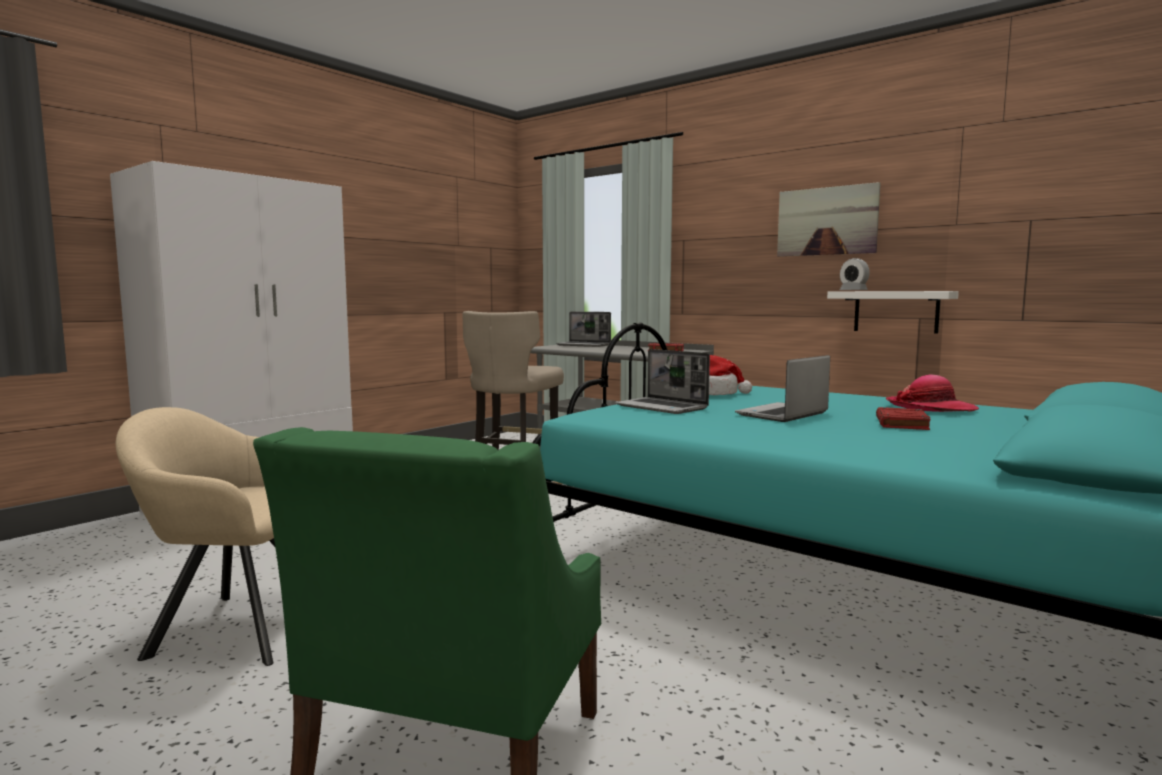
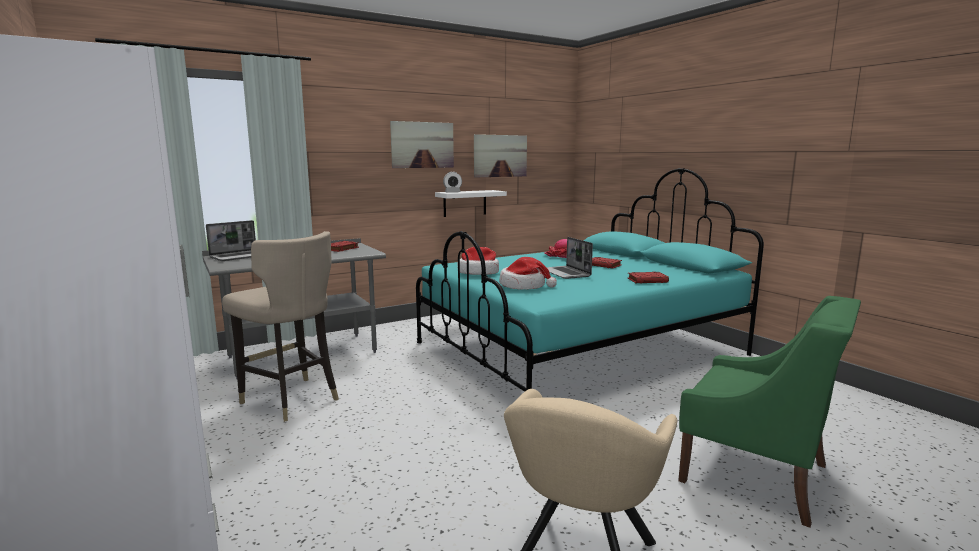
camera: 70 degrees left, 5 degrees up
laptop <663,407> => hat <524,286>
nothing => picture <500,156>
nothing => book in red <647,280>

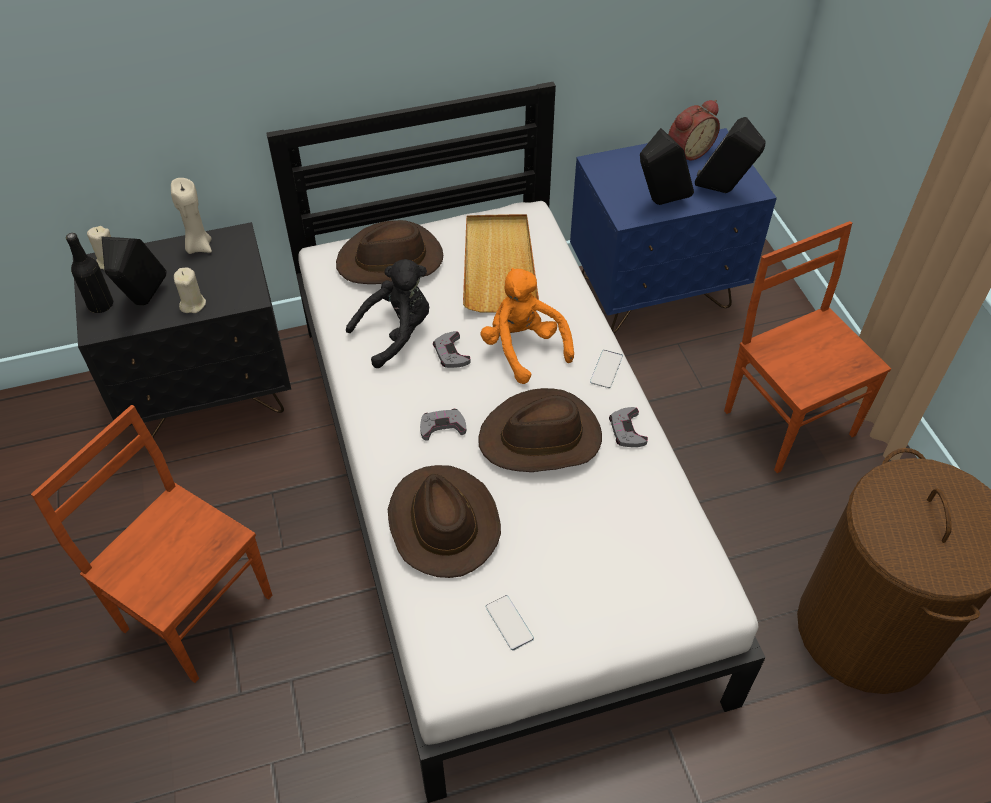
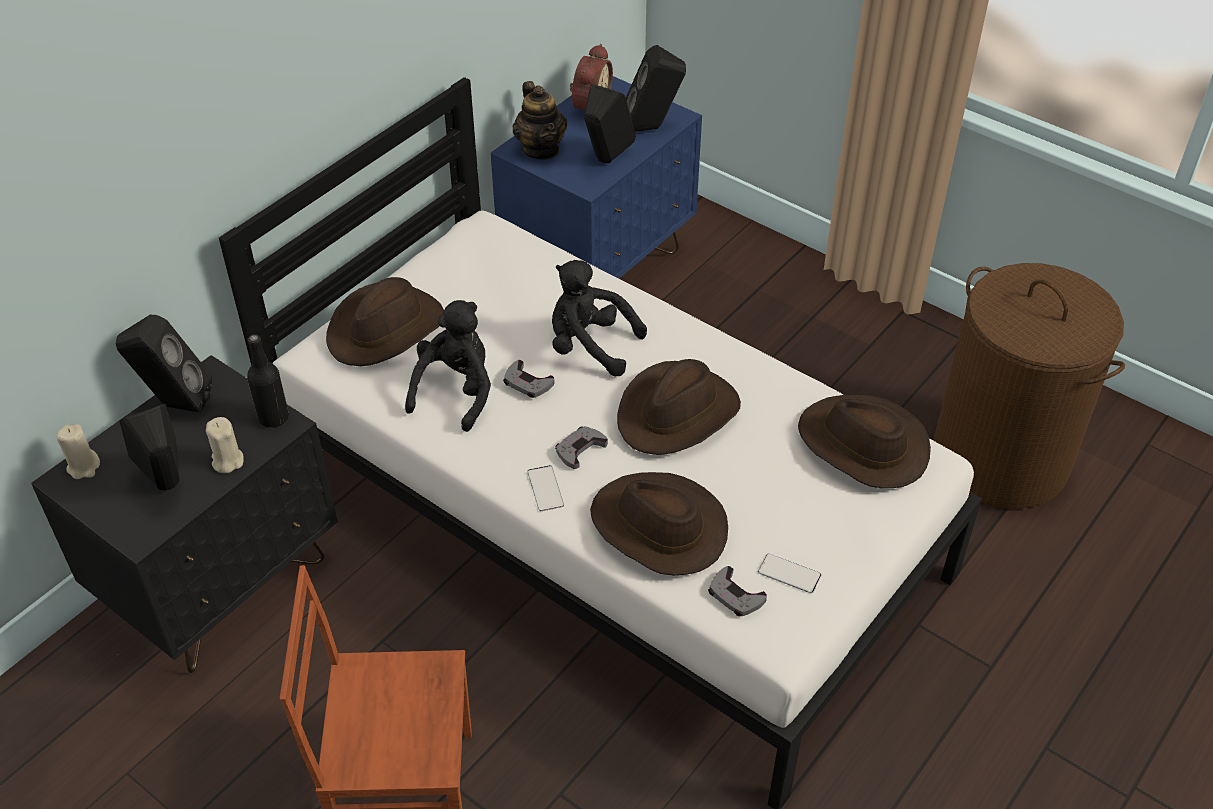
camera: 35 degrees left, 5 degrees down
candle in beige <198,246> => speaker in black <175,404>
tray in beige <498,265> => nothing
chair in brown <789,420> => nothing
bottle in black <101,305> => bottle in black <273,418>, moved
plush toy in orange <523,348> => plush toy in black <589,346>
phone <606,369> => phone <545,488>, moved
game controller in grey <627,430> => game controller in grey <735,596>, moved
nothing => teapot <541,149>
nothing => hat in brown <862,446>

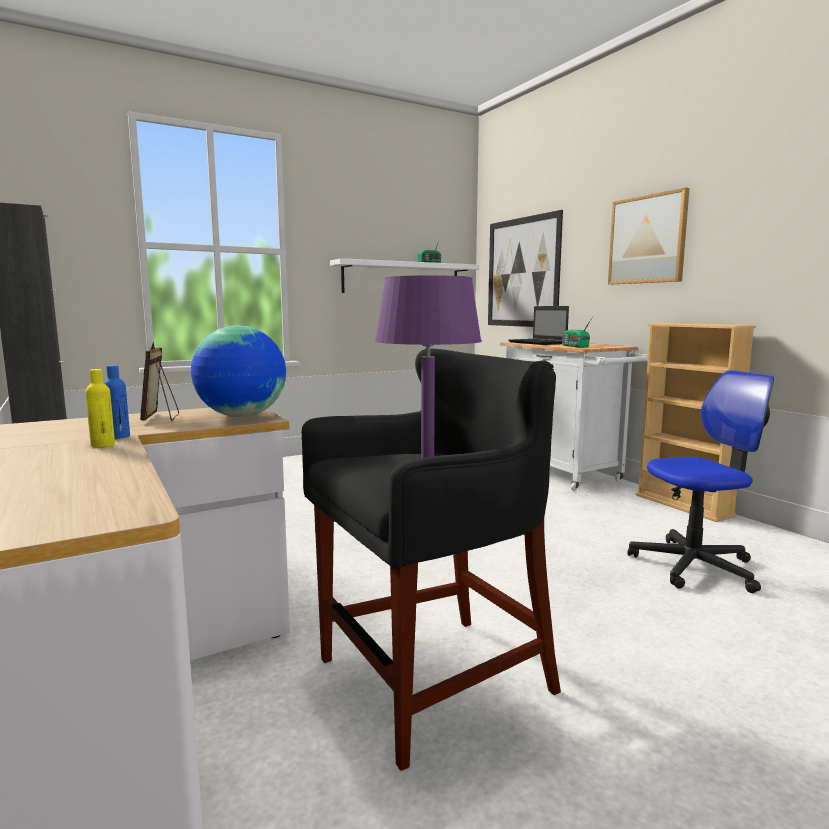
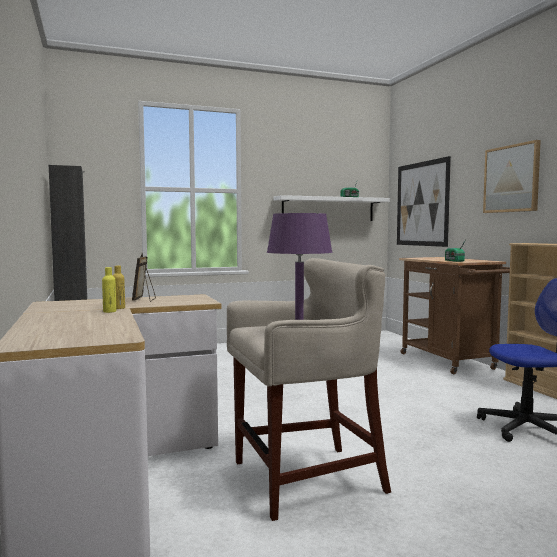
camera: 10 degrees right, 5 degrees down
laptop <538,343> => nothing
globe <242,416> => nothing
cart in white <565,474> => cart in brown <451,362>
stool in black <433,680> => stool in beige <306,479>
bottle in blue <118,436> => bottle in yellow <118,308>

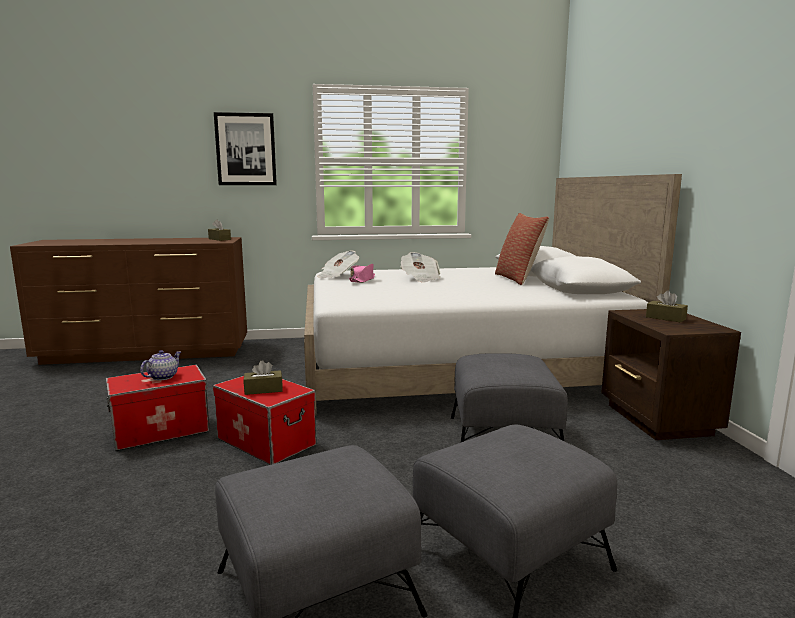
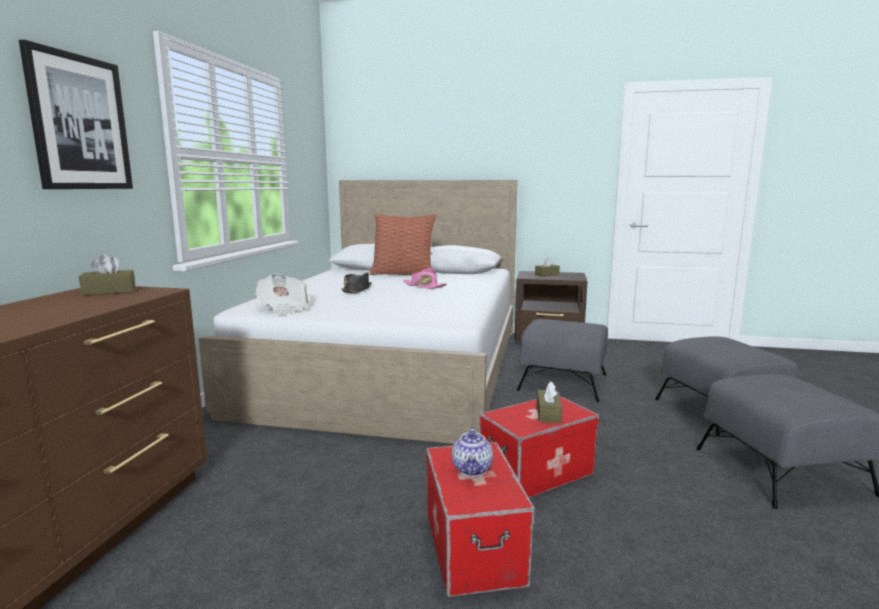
camera: 70 degrees left, 0 degrees up
newspaper <420,279> => hat in black <357,290>
hat in pink <362,280> => hat in pink <424,286>, moved
teapot <163,377> => teapot <472,469>, 135 degrees counterclockwise

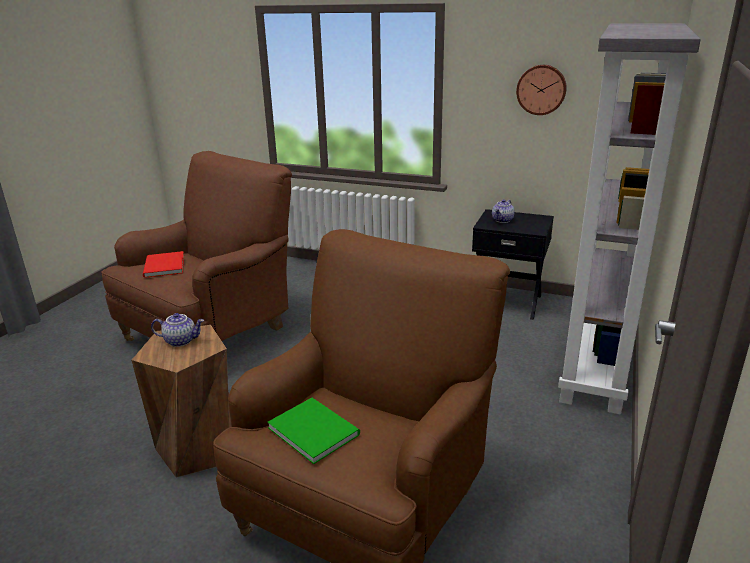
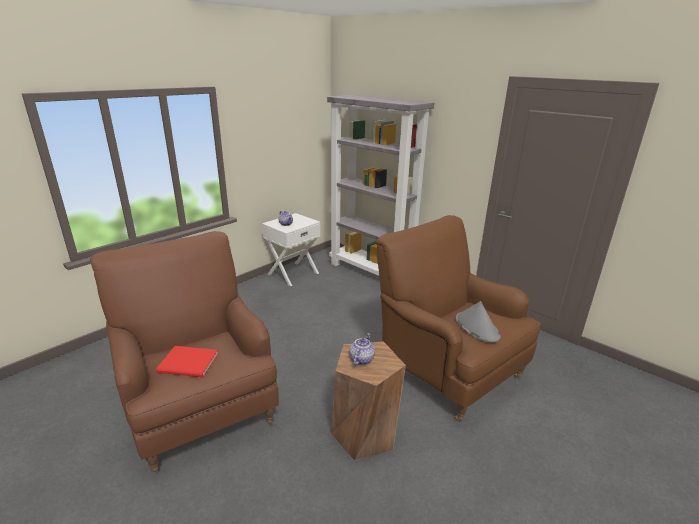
camera: 70 degrees left, 0 degrees up
wall clock <541,89> => nothing
nightstand in black <507,302> => nightstand in white <292,273>
book in green <313,429> => hat in grey <476,327>

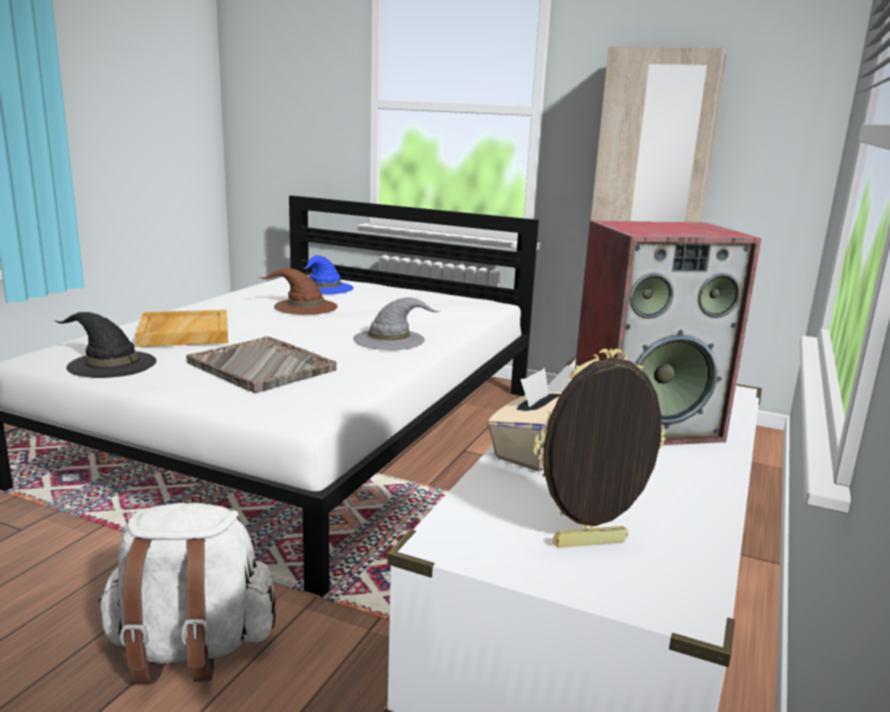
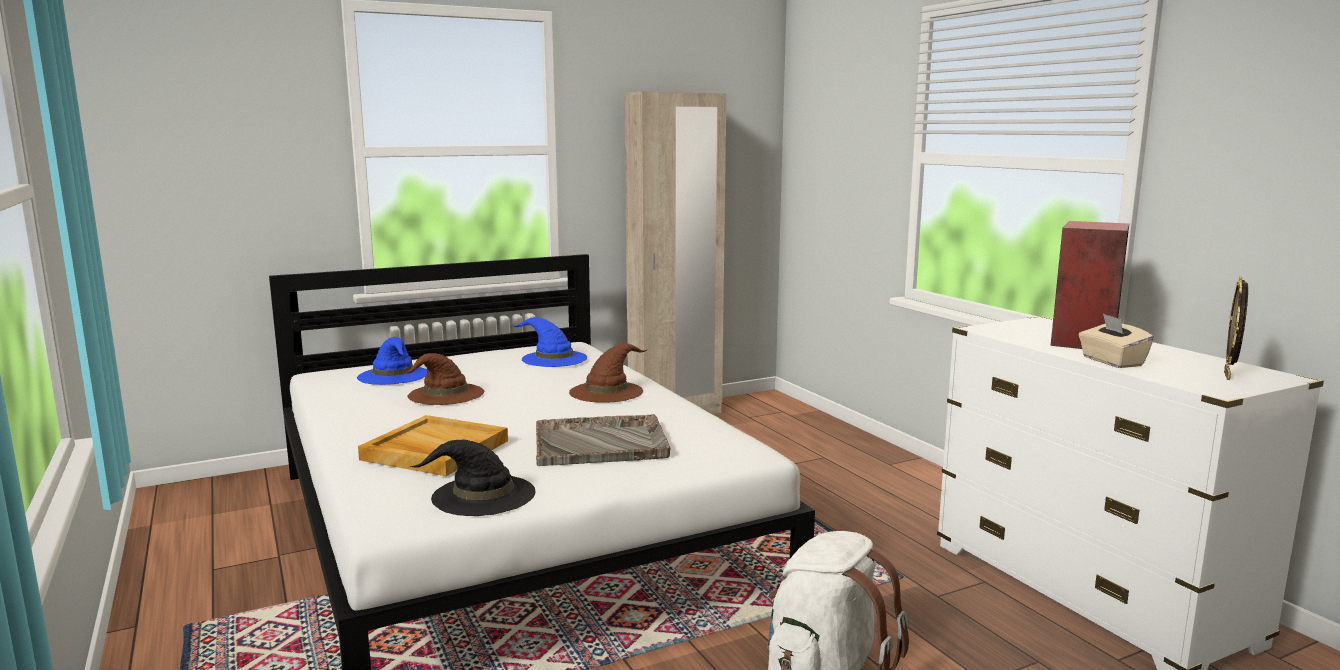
camera: 50 degrees left, 5 degrees down
hat in grey <390,339> => hat in brown <607,391>
nothing => hat in blue <553,358>

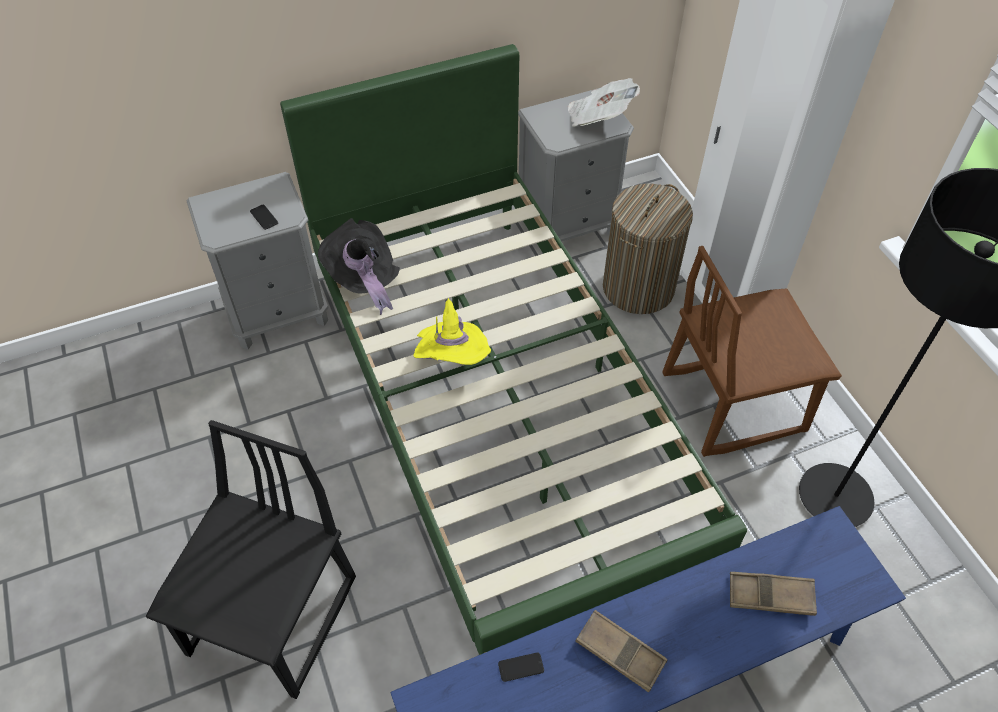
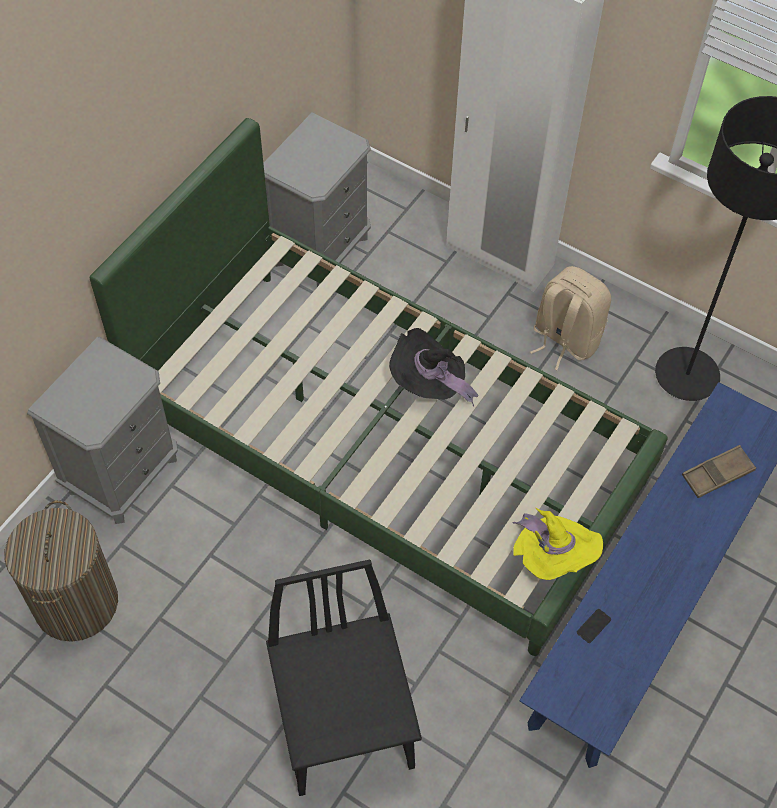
camera: 35 degrees left, 5 degrees up
newspaper <599,117> => nothing
laundry basket <638,287> => laundry basket <76,602>, moved
phone <264,217> => nothing
hat in black <363,280> => hat in black <429,383>, moved
chair in brown <732,401> => backpack in beige <564,339>
hat in yellow <452,359> => hat in yellow <552,558>, moved
tray in brown <620,653> => nothing

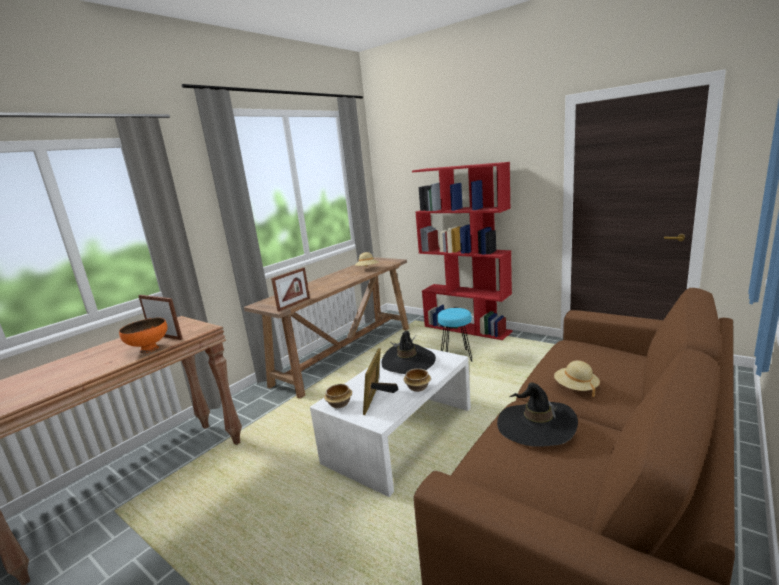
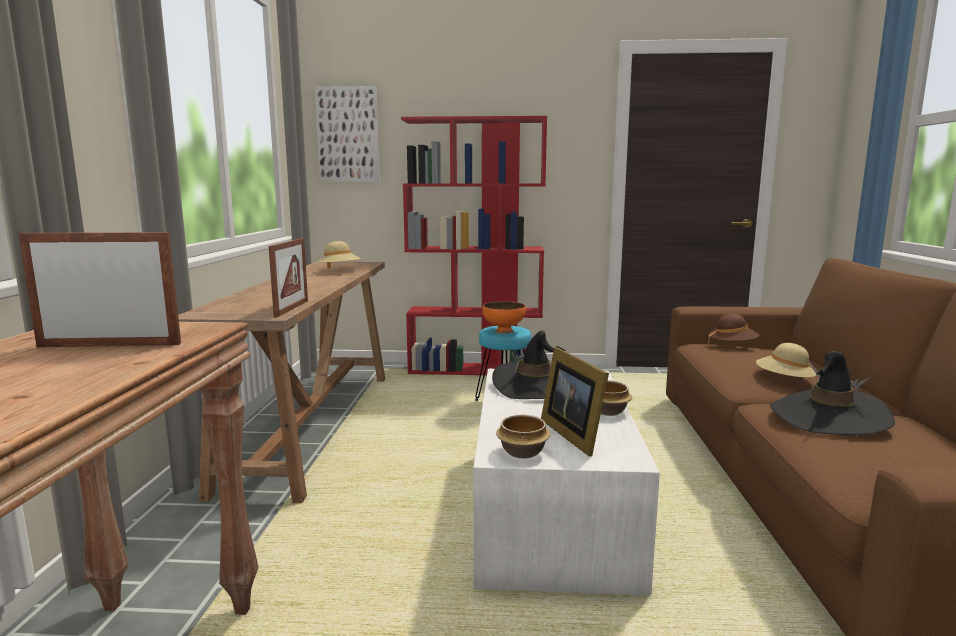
camera: 35 degrees left, 5 degrees down
bowl in orange <149,348> => bowl in orange <503,331>, moved
nothing => picture <348,135>
nothing => hat in brown <732,346>

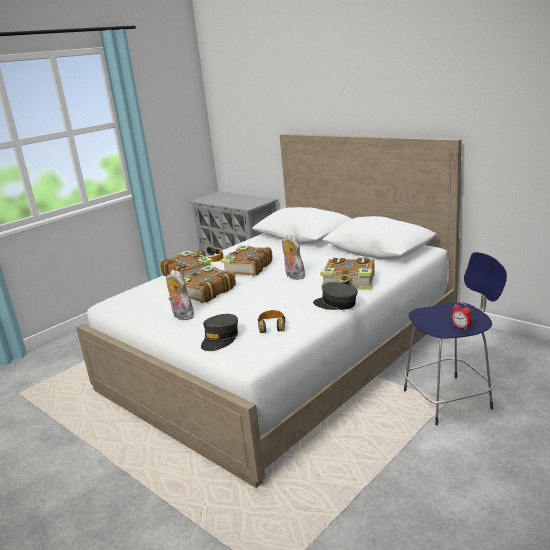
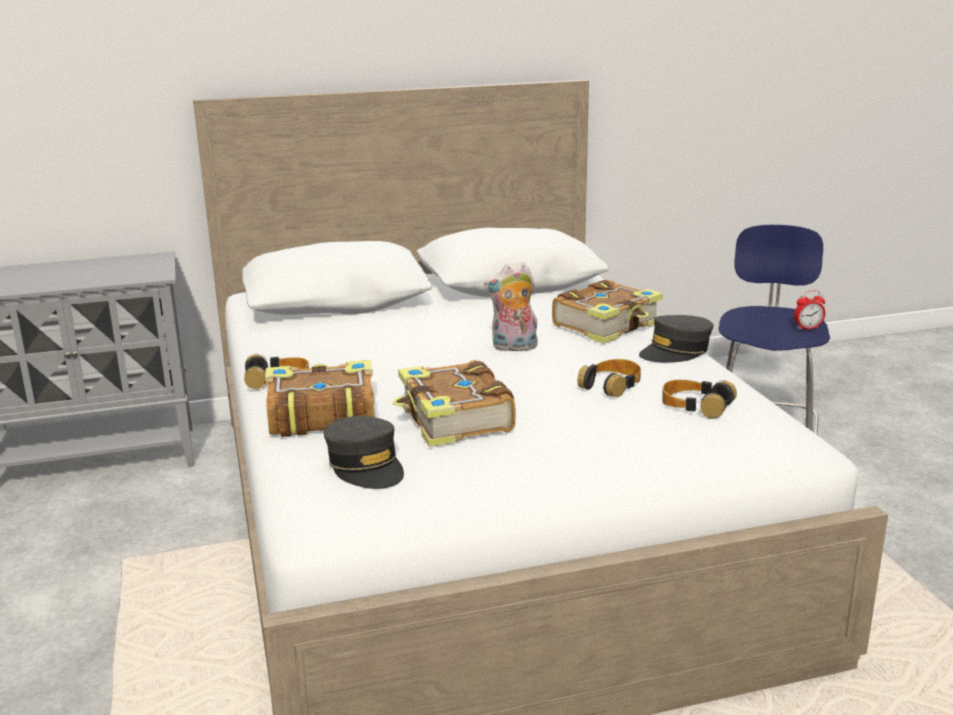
camera: 60 degrees left, 0 degrees up
book <247,268> => nothing
plush toy <181,316> => nothing
cap in grey <220,339> => cap in grey <366,466>, moved
nothing => headphones <611,385>

